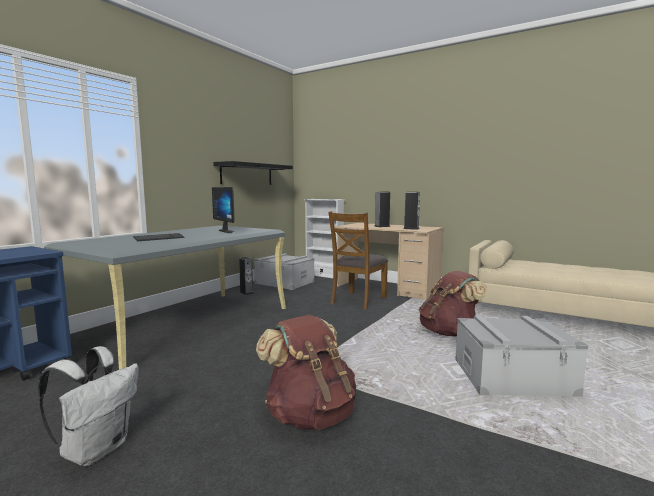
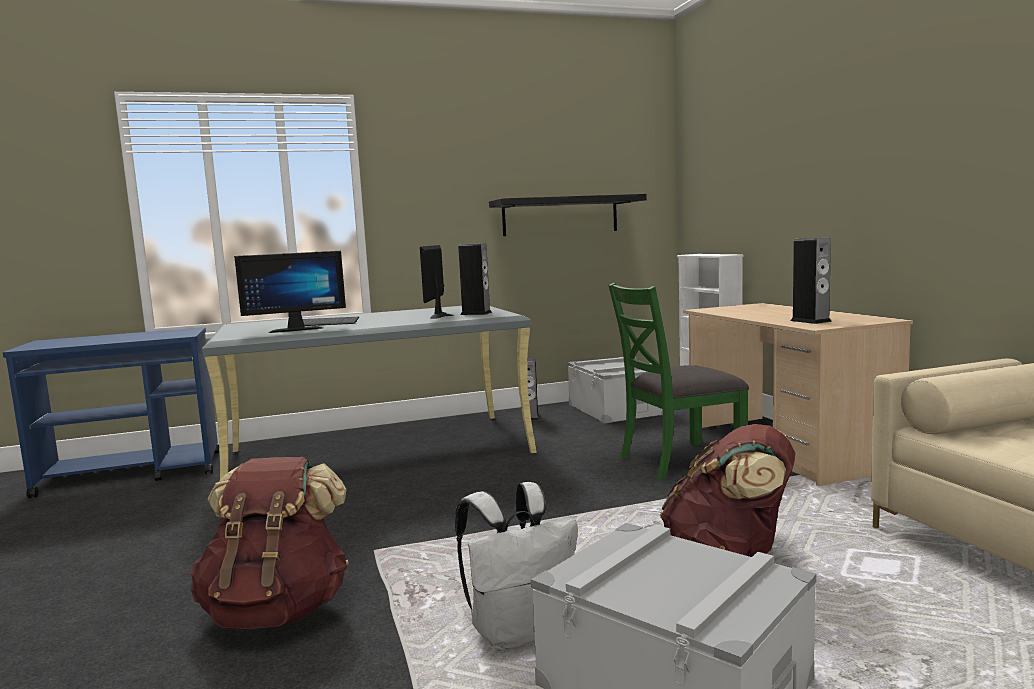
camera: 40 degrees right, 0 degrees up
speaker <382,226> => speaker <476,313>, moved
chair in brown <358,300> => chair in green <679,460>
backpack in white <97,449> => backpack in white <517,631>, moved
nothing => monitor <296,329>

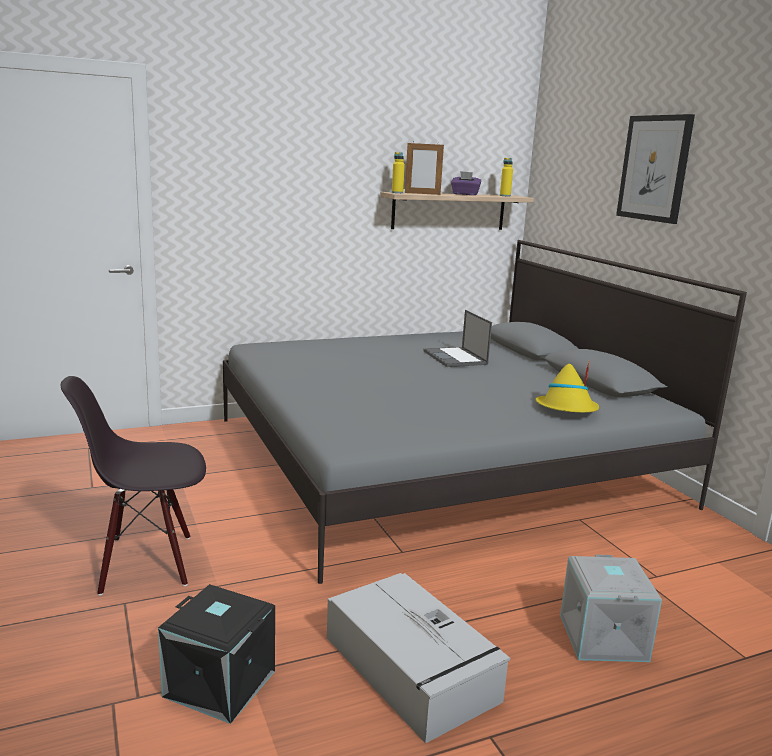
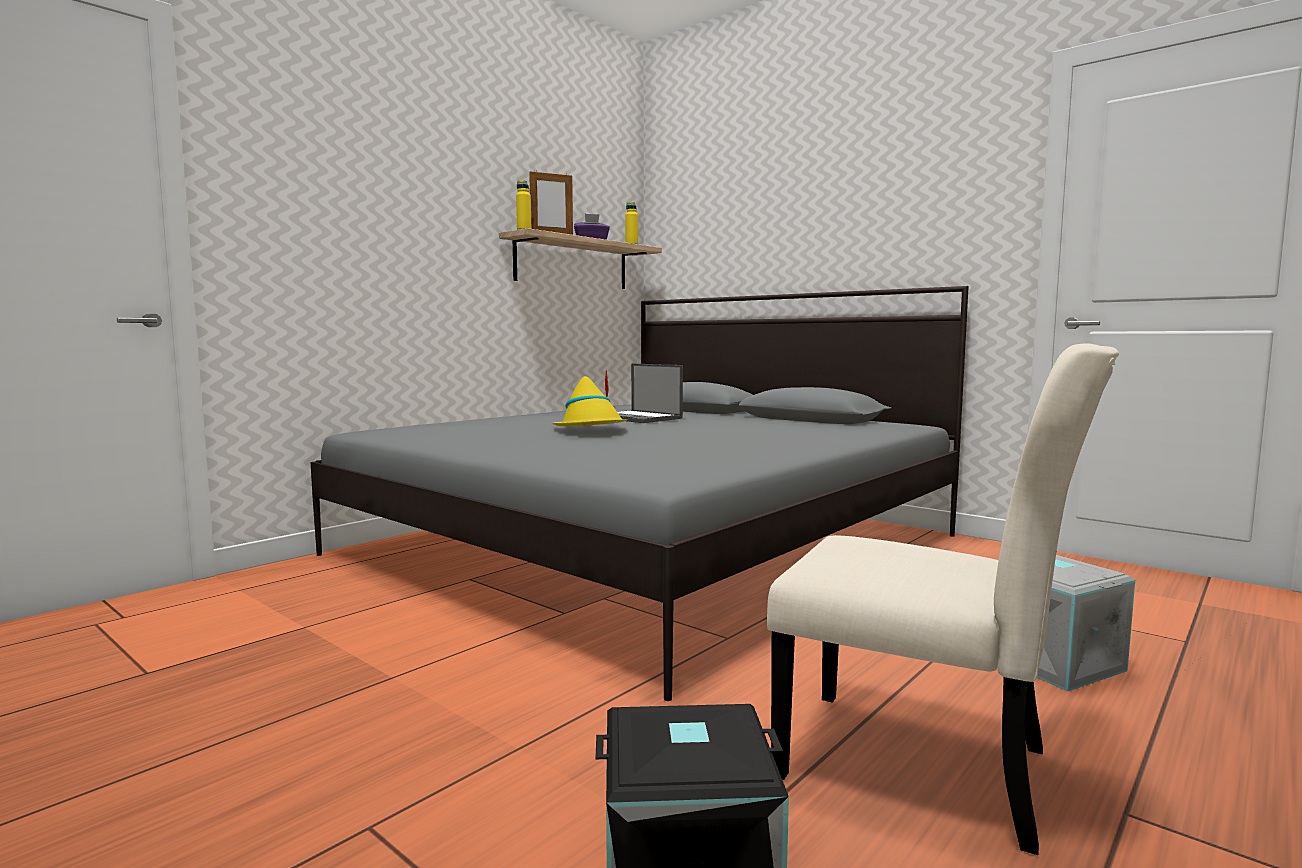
camera: 25 degrees left, 10 degrees down
picture <654,168> => nothing
hat in yellow <567,410> => hat in yellow <591,429>, moved
chair in black <147,563> => nothing
storage box in grey <412,670> => chair in beige <925,767>

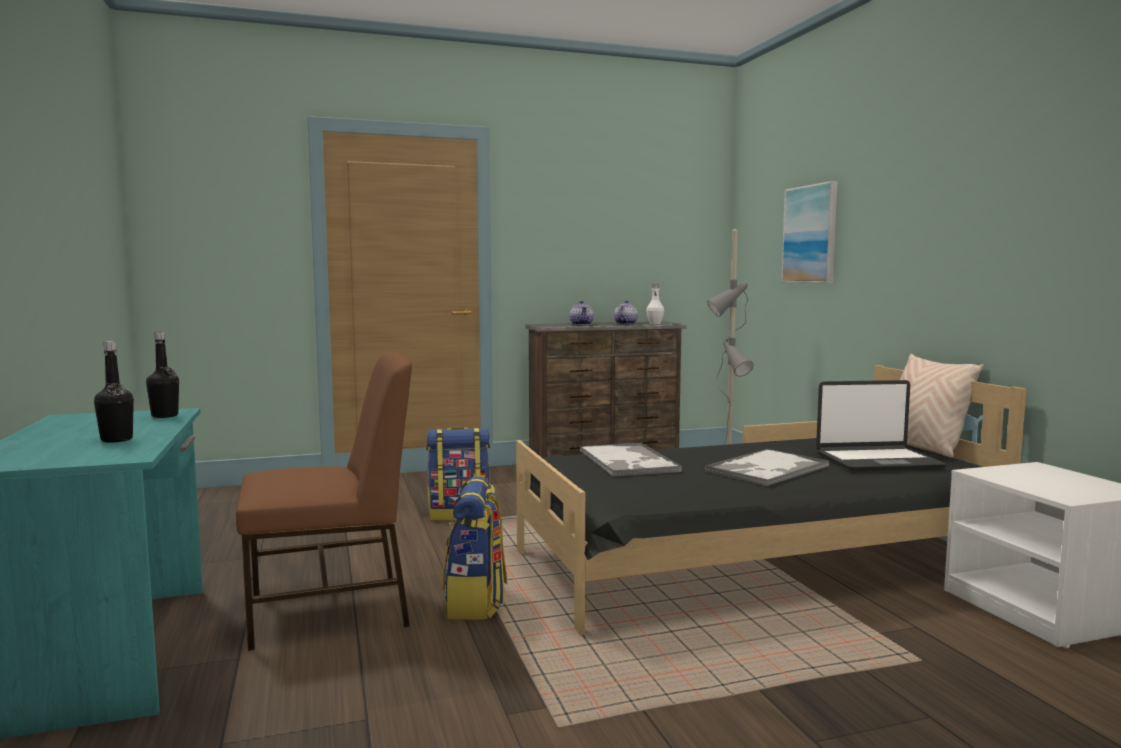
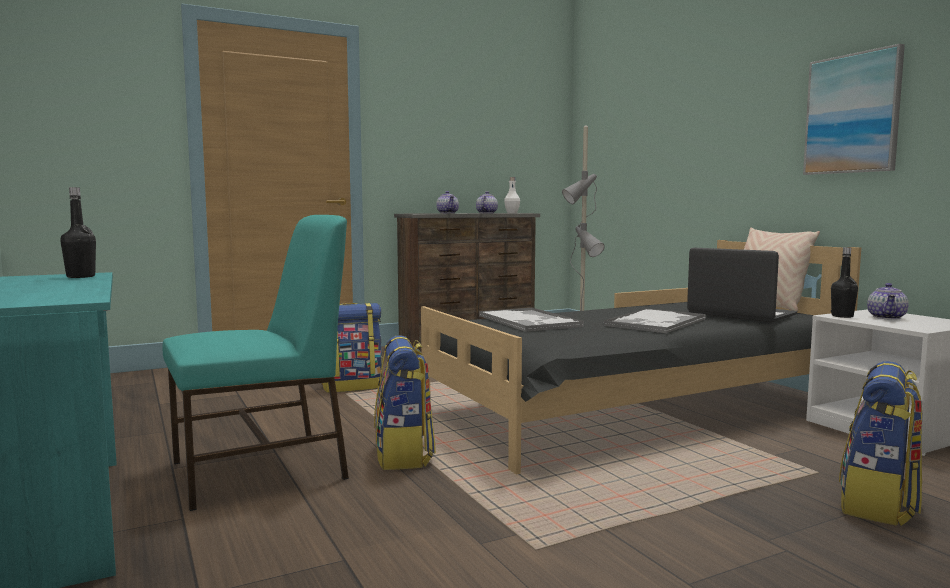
camera: 10 degrees left, 0 degrees up
picture <810,234> => picture <852,114>, moved
bottle in black <116,439> => bottle in black <842,316>, moved
chair in brown <332,609> => chair in turquoise <262,470>
laptop <877,461> => laptop <740,315>, 120 degrees counterclockwise
nothing => teapot <887,317>
nothing => backpack <879,505>

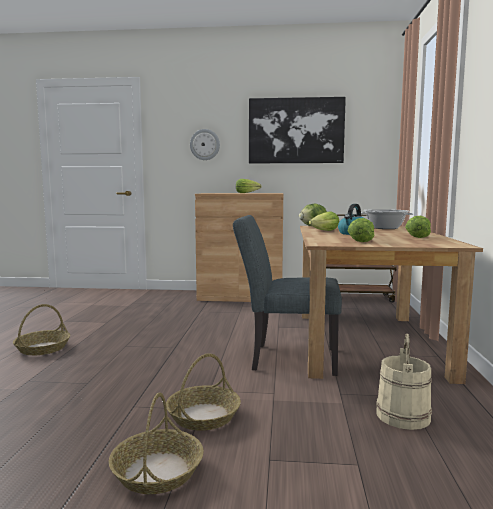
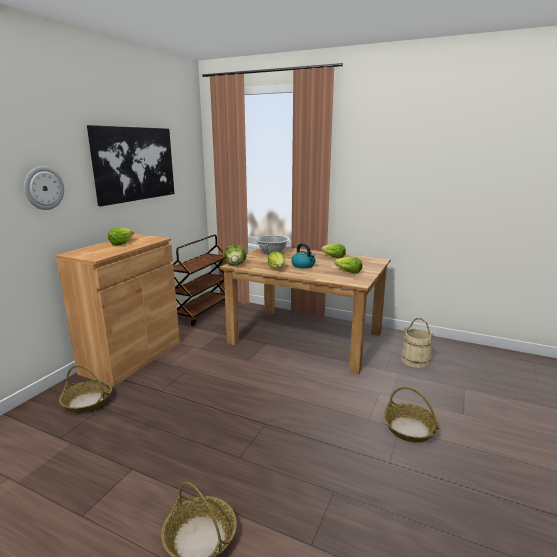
camera: 70 degrees left, 10 degrees up
chair in grey <286,358> => nothing
basket <157,472> => basket <87,402>, moved

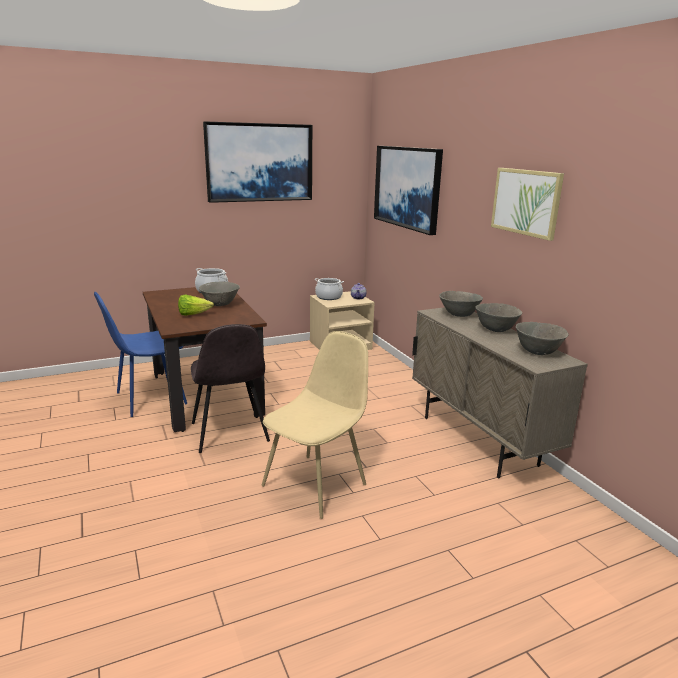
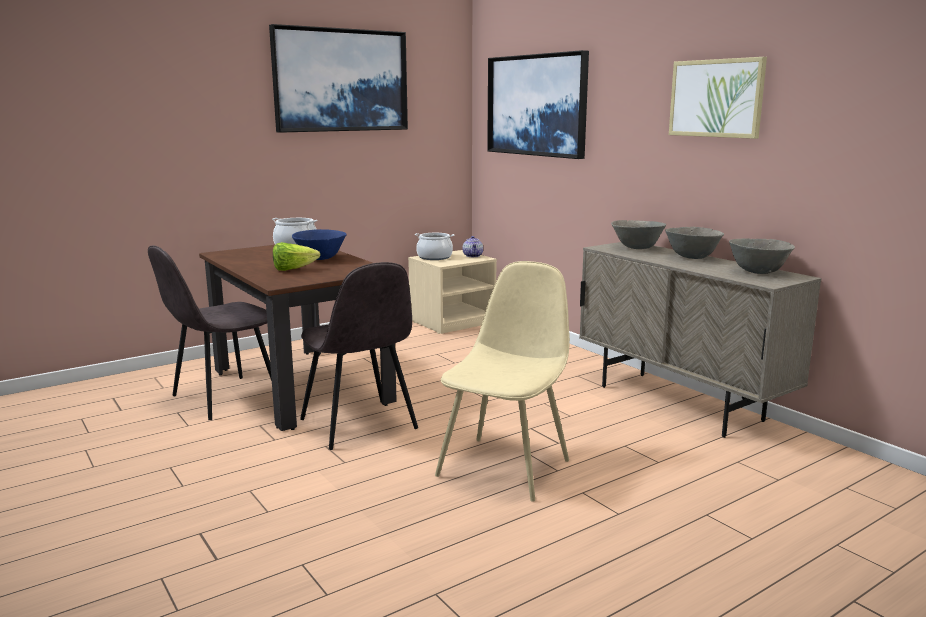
camera: 10 degrees left, 5 degrees down
bowl in grey <220,304> => bowl in blue <320,259>
chair in blue <149,399> => chair in grey <223,398>

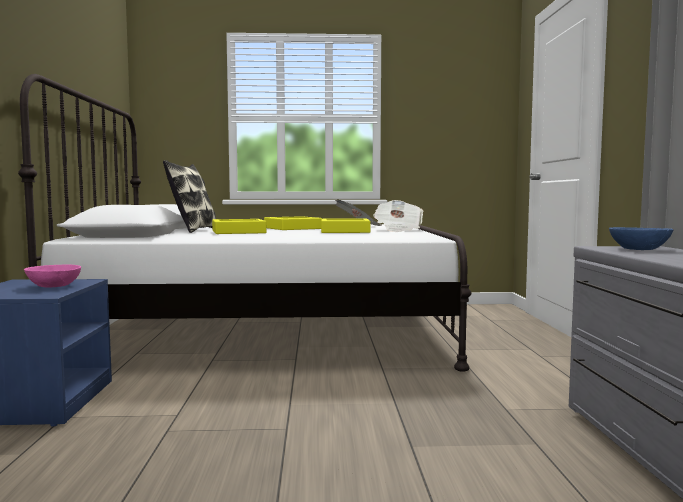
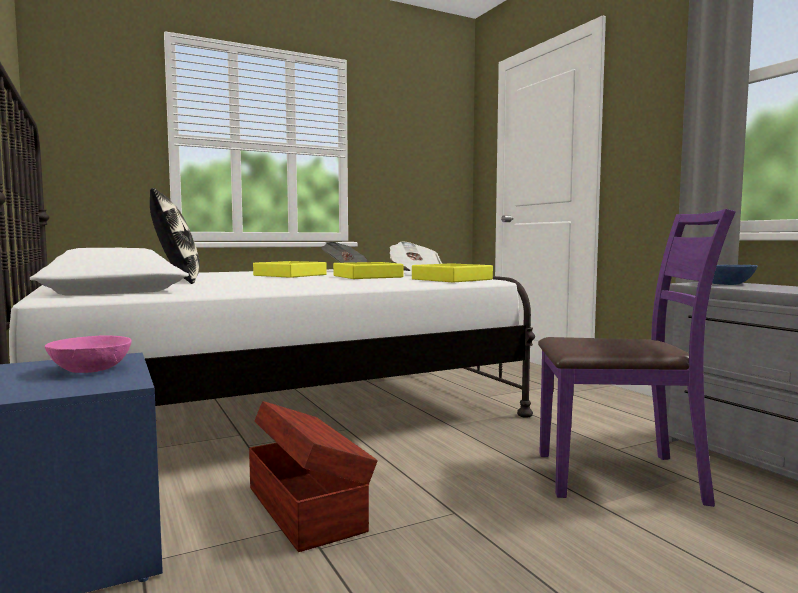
camera: 25 degrees left, 0 degrees up
tray in yellow <238,232> => tray in yellow <452,279>, moved
nothing => chair in purple <620,476>
nothing => storage box in brown <306,507>

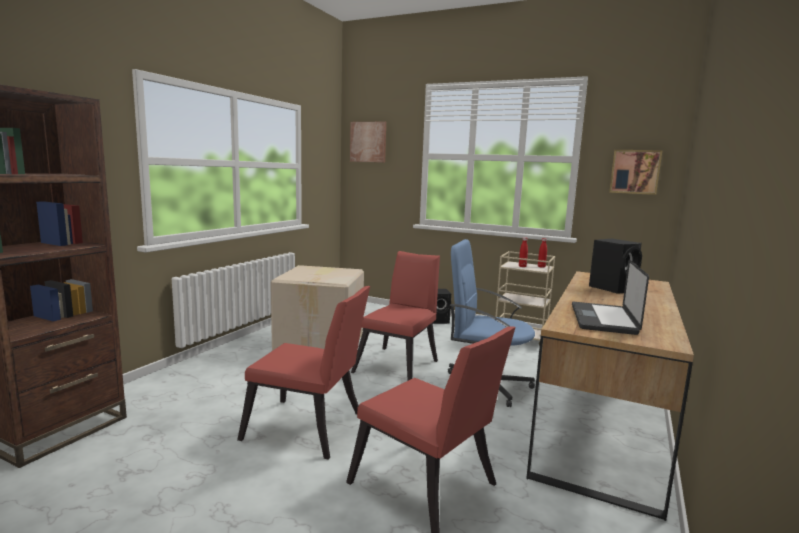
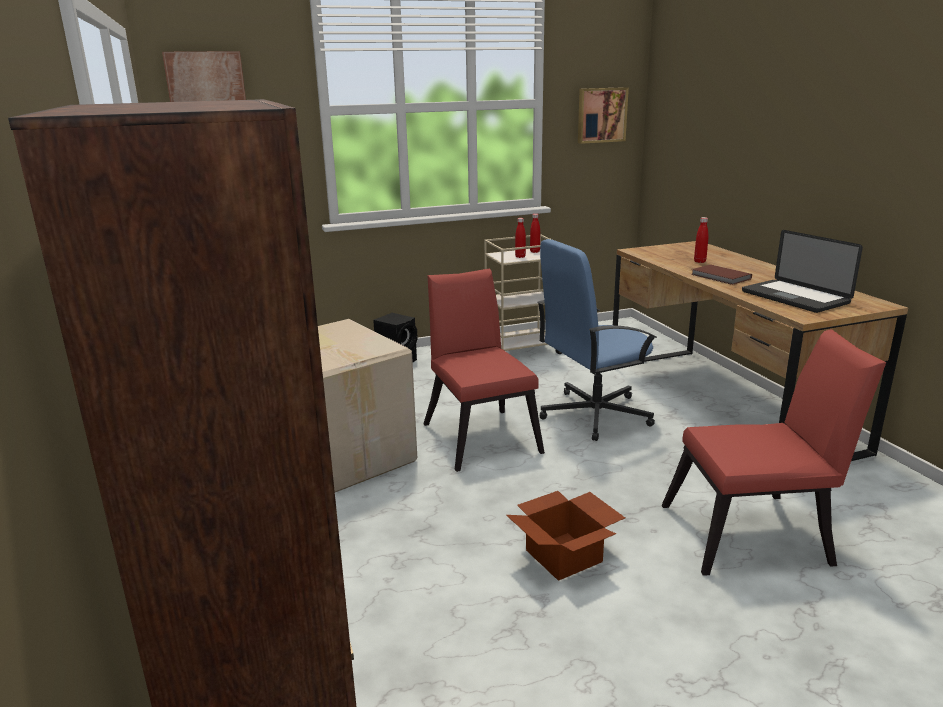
camera: 45 degrees left, 10 degrees up
speaker in black <613,288> => bottle in red <699,261>
chair in red <309,429> => cardboard box <566,556>
nothing => book in brown <720,277>

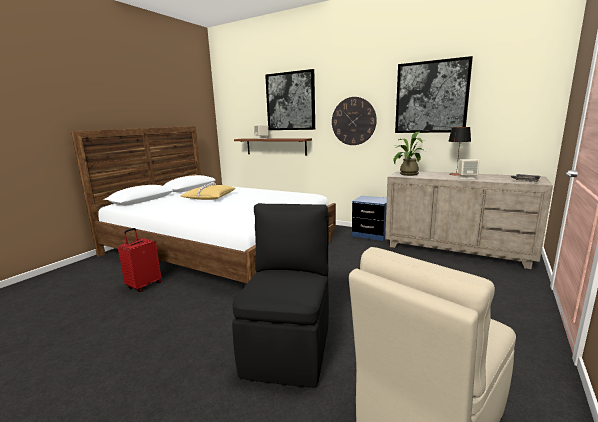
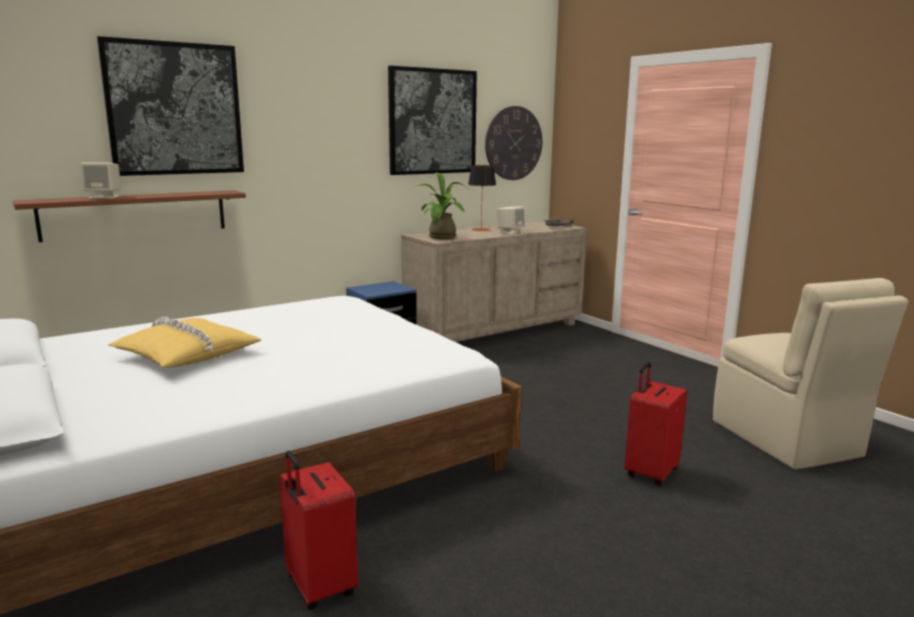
camera: 65 degrees left, 0 degrees up
wall clock <353,121> => wall clock <513,143>, moved
chair in black <289,347> => suitcase in red <650,473>

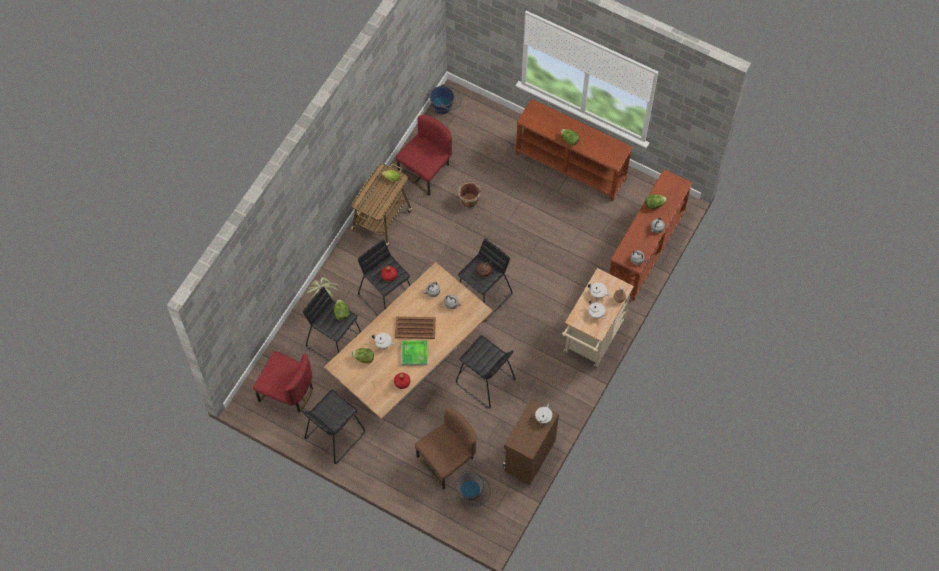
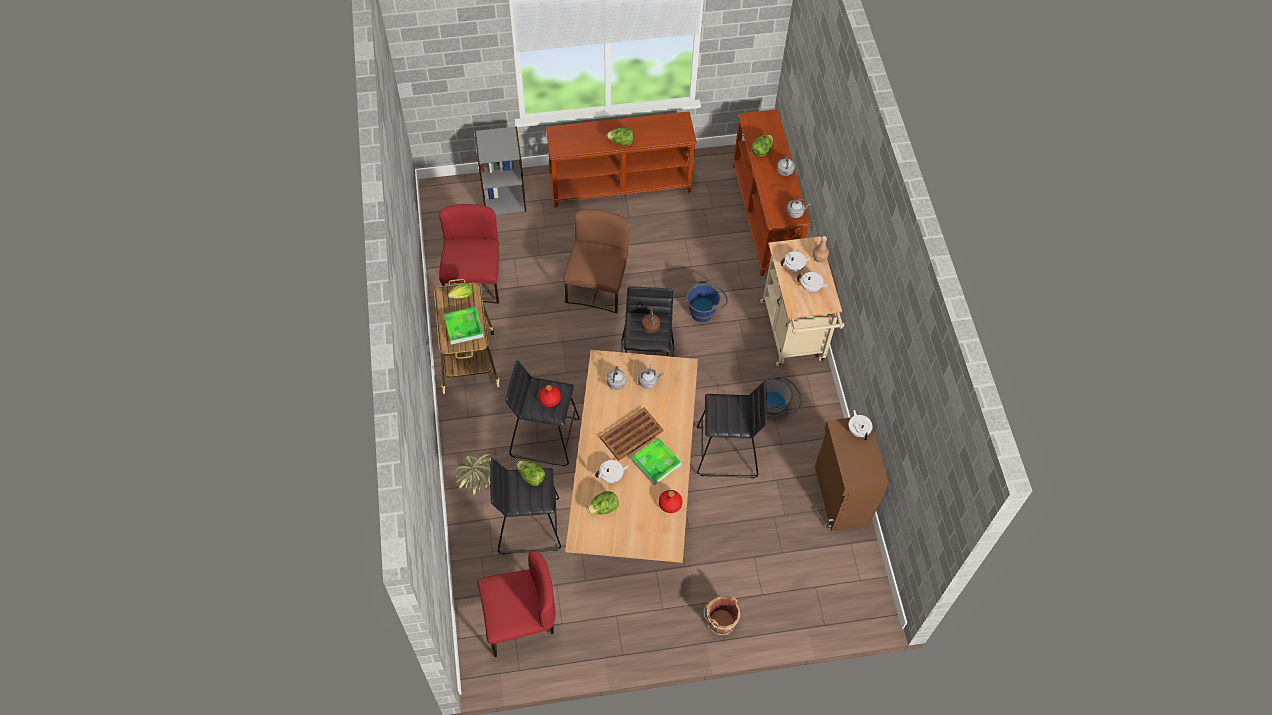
camera: 40 degrees left, 5 degrees down
bucket in blue <446,107> => bucket in blue <705,310>, moved
bucket in brown <469,200> => bucket in brown <720,621>, moved
stool in black <334,436> => nothing
chair in brown <447,460> => chair in brown <598,286>, moved
bucket in grey <473,495> => bucket in grey <777,407>, moved
nothing => bookcase in grey <504,197>
nothing => tray <463,327>

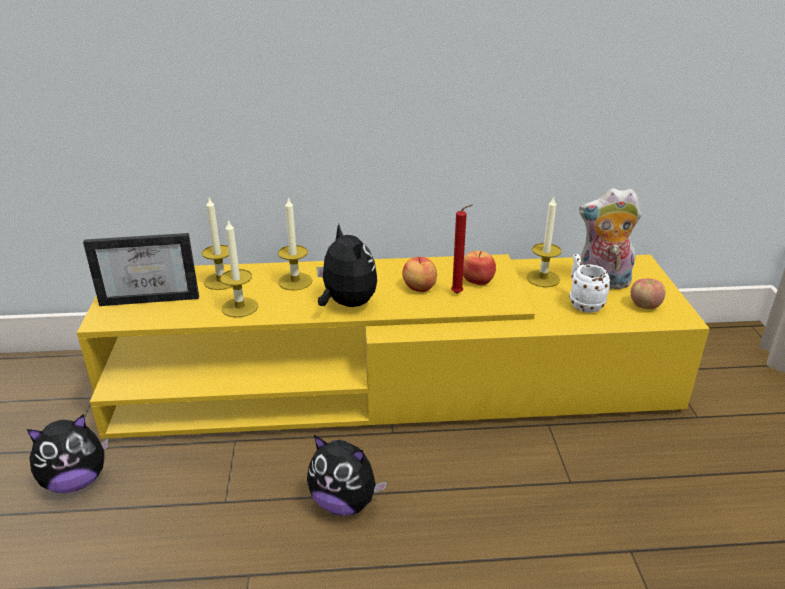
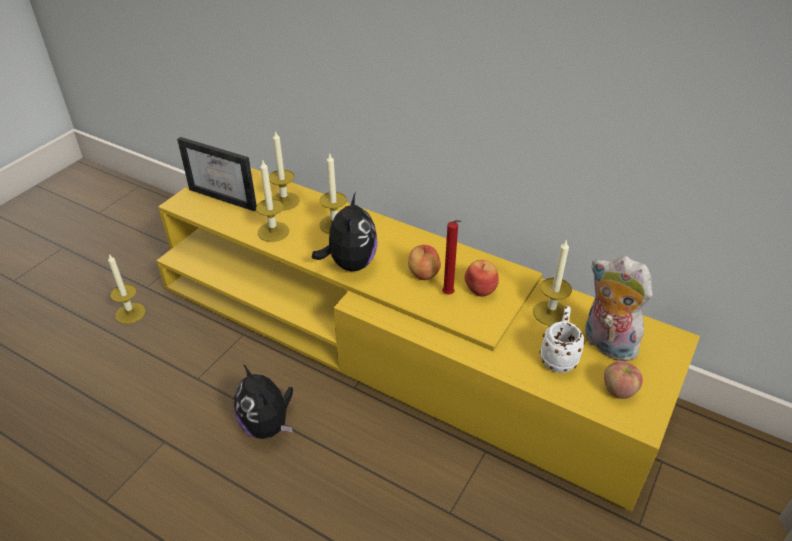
camera: 35 degrees right, 10 degrees up
plush toy <76,481> => candle <130,313>

